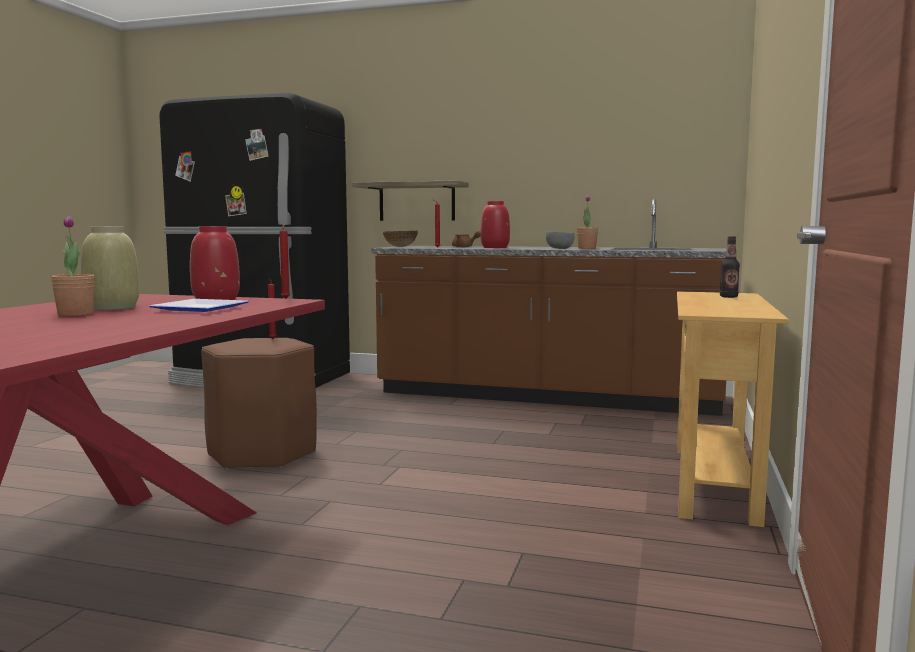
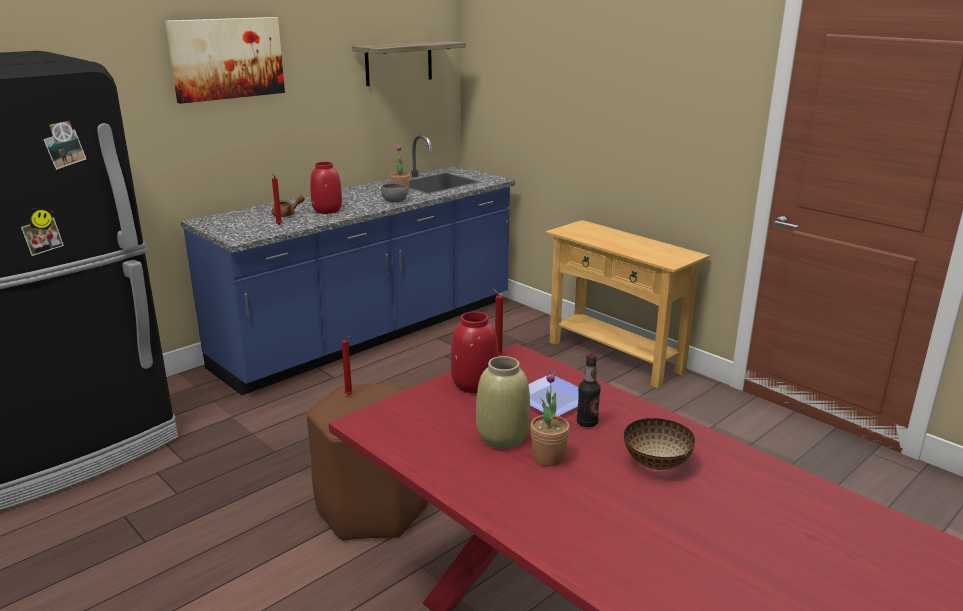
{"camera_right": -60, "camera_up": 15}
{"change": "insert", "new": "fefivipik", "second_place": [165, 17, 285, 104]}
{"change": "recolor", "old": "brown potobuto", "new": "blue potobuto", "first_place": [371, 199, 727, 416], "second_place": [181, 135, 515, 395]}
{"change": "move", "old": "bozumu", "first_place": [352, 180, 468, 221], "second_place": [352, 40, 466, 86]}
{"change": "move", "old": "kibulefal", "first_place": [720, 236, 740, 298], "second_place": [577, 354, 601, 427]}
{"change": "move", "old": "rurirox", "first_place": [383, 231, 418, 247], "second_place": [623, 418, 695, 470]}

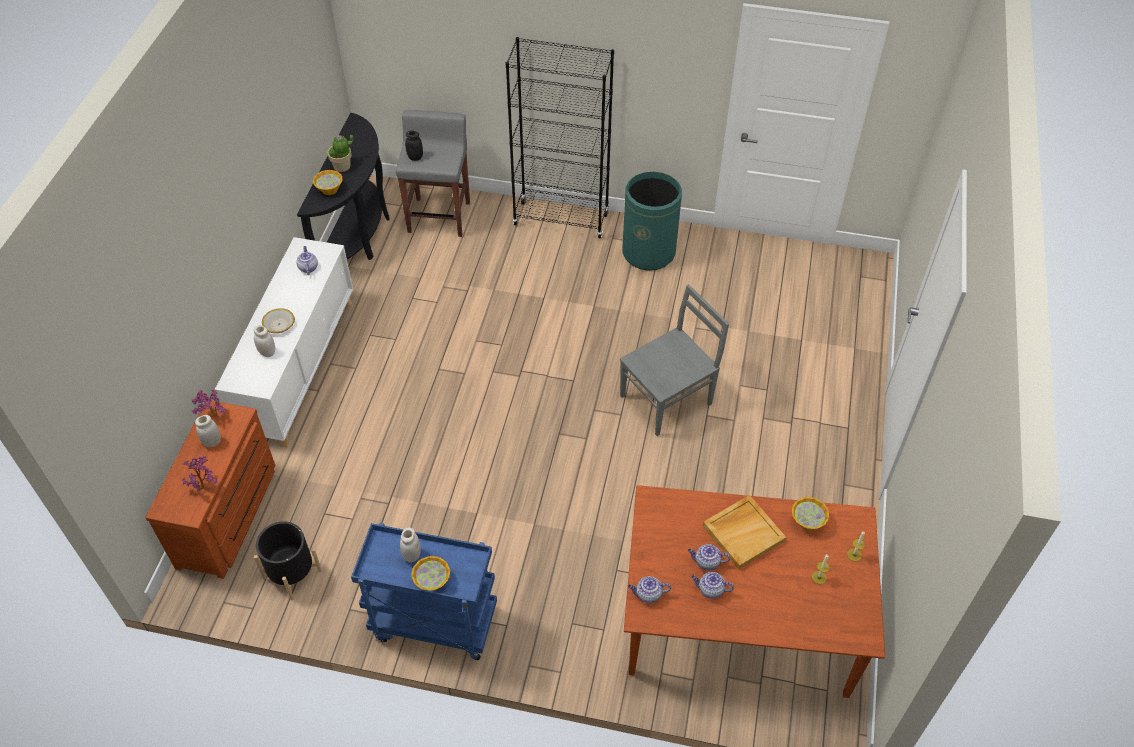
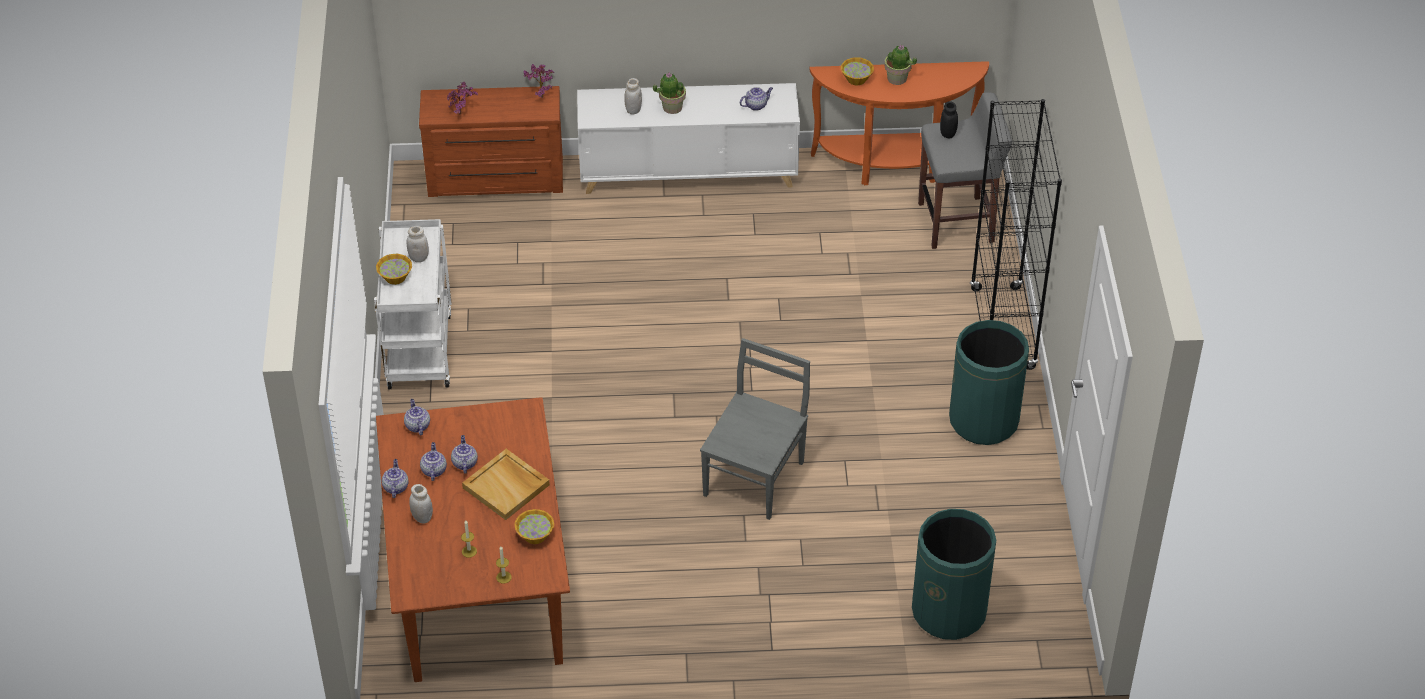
{"camera_right": 75, "camera_up": -5}
{"change": "recolor", "old": "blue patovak", "new": "white patovak", "first_place": [351, 523, 497, 660], "second_place": [374, 219, 451, 389]}
{"change": "insert", "new": "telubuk", "second_place": [382, 459, 408, 498]}
{"change": "move", "old": "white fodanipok", "first_place": [195, 415, 221, 447], "second_place": [409, 484, 433, 523]}
{"change": "replace", "old": "rurirox", "new": "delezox", "first_place": [262, 308, 295, 333], "second_place": [653, 73, 686, 114]}
{"change": "rotate", "old": "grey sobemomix", "first_place": [620, 285, 729, 436], "second_place": [700, 338, 810, 520], "degrees": -105}
{"change": "recolor", "old": "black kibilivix", "new": "orange kibilivix", "first_place": [297, 113, 390, 260], "second_place": [810, 61, 989, 185]}
{"change": "insert", "new": "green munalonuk", "second_place": [912, 509, 996, 640]}
{"change": "delete", "old": "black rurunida", "first_place": [254, 521, 322, 600]}

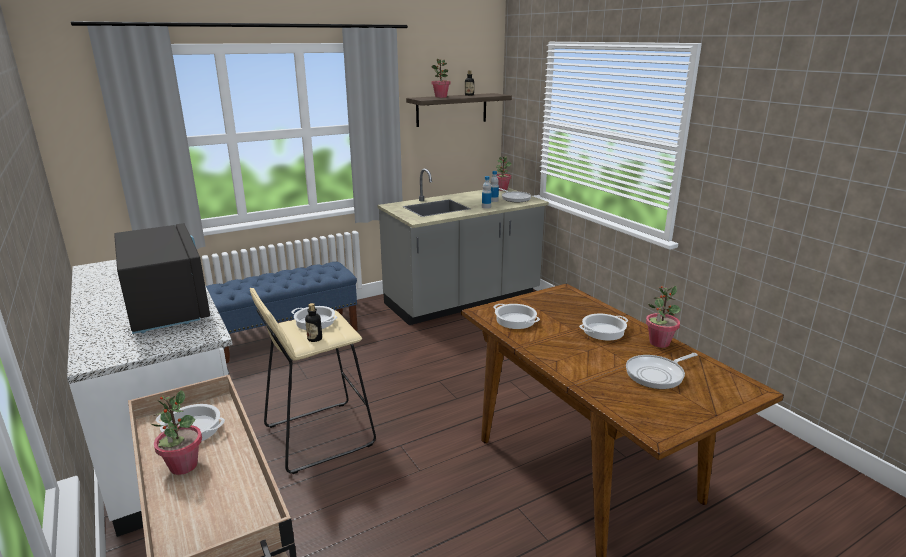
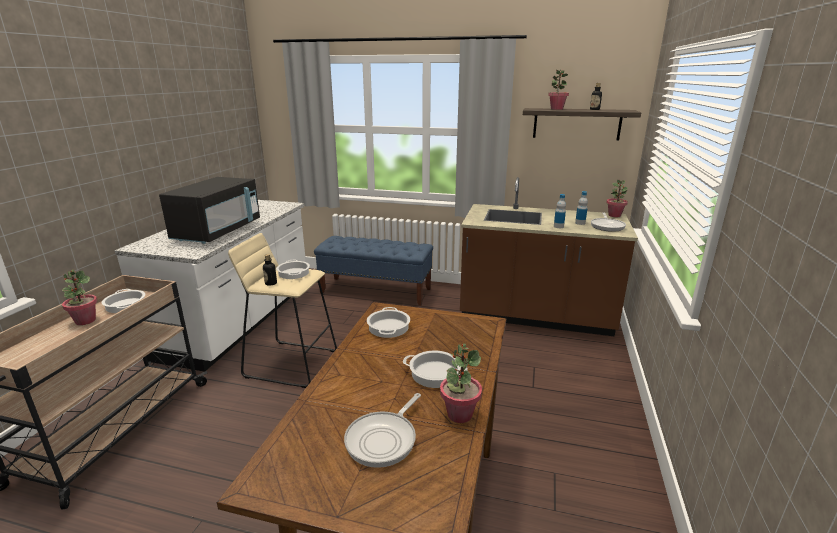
{"camera_right": 45, "camera_up": 0}
{"change": "rotate", "old": "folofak", "first_place": [626, 353, 698, 389], "second_place": [344, 393, 421, 468], "degrees": -75}
{"change": "recolor", "old": "grey potobuto", "new": "brown potobuto", "first_place": [378, 168, 549, 325], "second_place": [460, 177, 638, 336]}

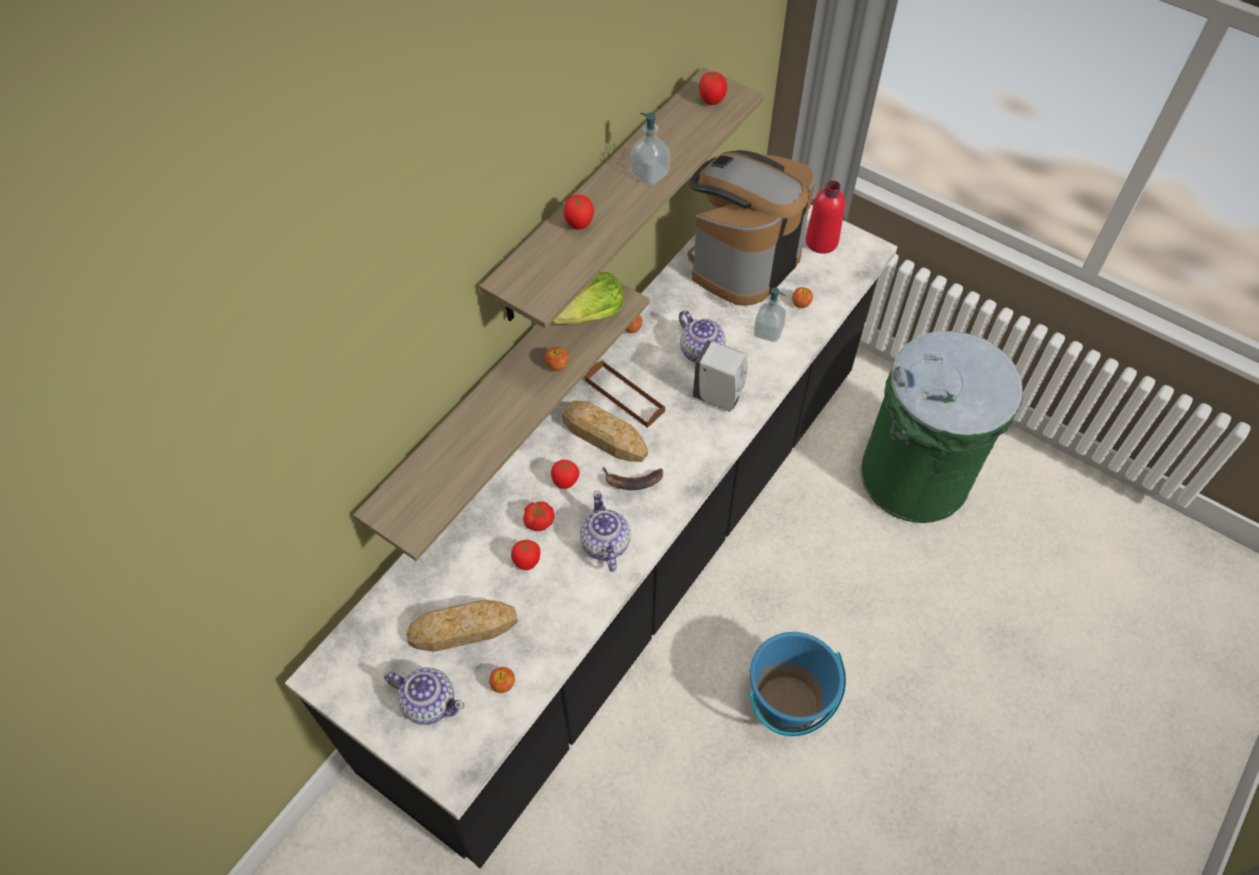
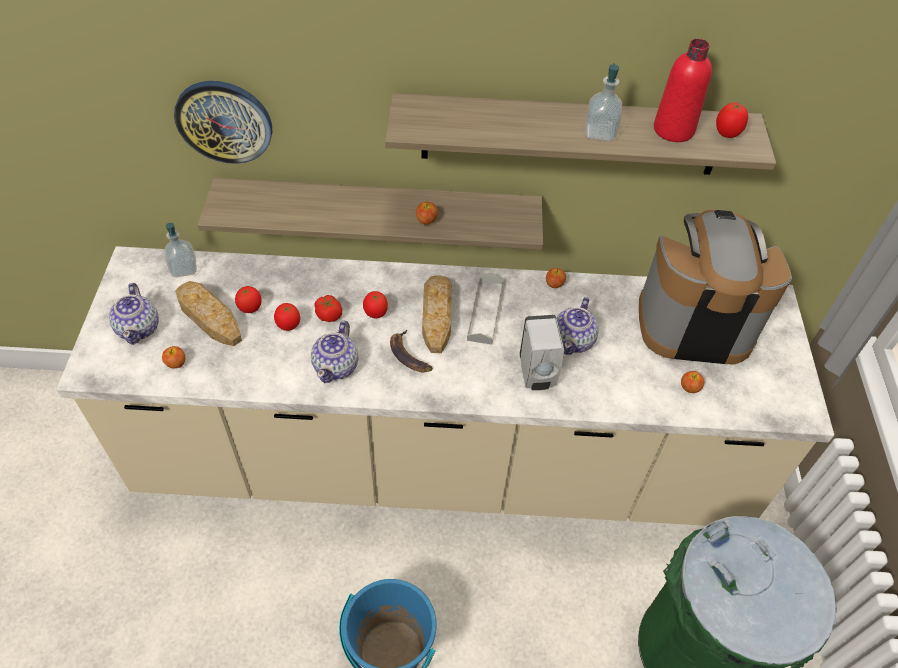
{"camera_right": 55, "camera_up": -5}
{"change": "recolor", "old": "black potobuto", "new": "beige potobuto", "first_place": [285, 205, 897, 868], "second_place": [56, 246, 834, 526]}
{"change": "move", "old": "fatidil", "first_place": [754, 287, 786, 342], "second_place": [165, 223, 197, 277]}
{"change": "insert", "new": "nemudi", "second_place": [174, 81, 272, 164]}
{"change": "move", "old": "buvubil", "first_place": [564, 195, 594, 230], "second_place": [235, 286, 262, 313]}
{"change": "rotate", "old": "telubuk", "first_place": [580, 490, 630, 572], "second_place": [311, 321, 358, 383], "degrees": 150}
{"change": "recolor", "old": "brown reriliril", "new": "grey reriliril", "first_place": [585, 360, 665, 428], "second_place": [467, 273, 504, 345]}
{"change": "move", "old": "red kibulefal", "first_place": [805, 180, 845, 254], "second_place": [654, 39, 712, 142]}
{"change": "delete", "old": "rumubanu", "first_place": [553, 272, 624, 324]}

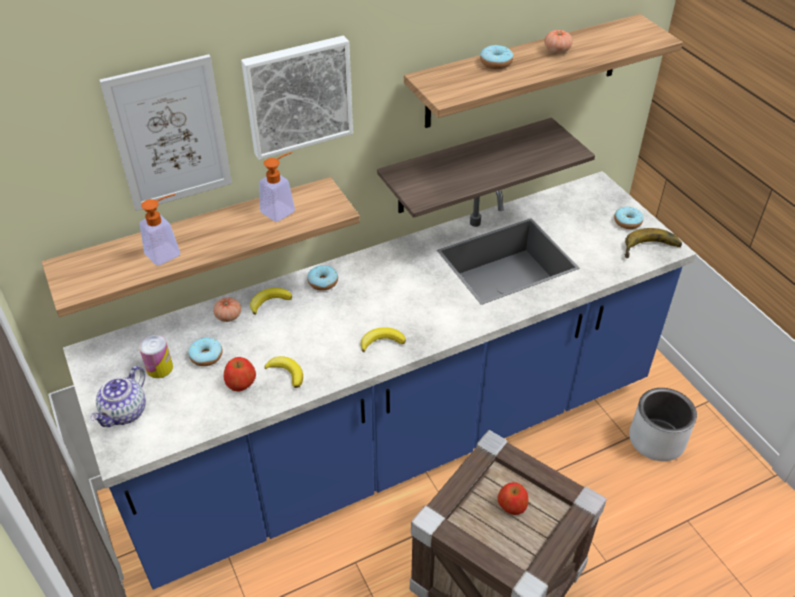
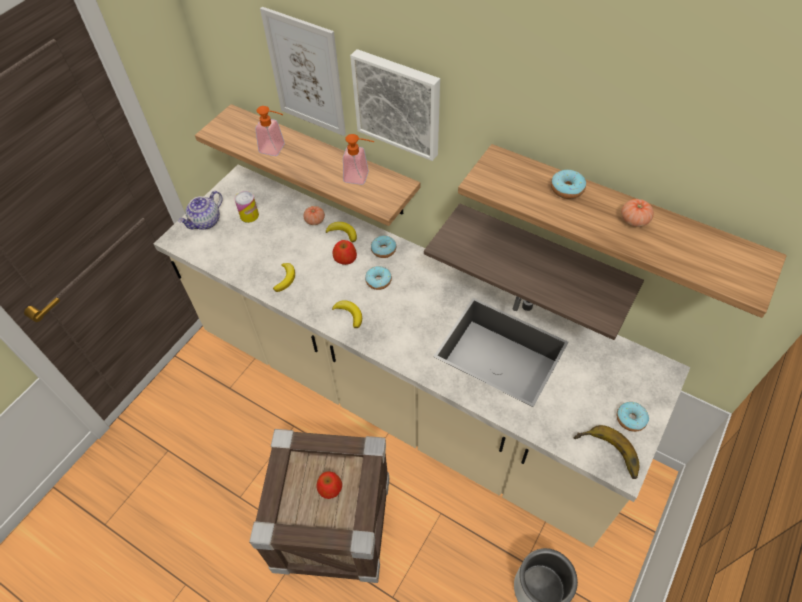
{"camera_right": 60, "camera_up": 10}
{"change": "recolor", "old": "blue potobuto", "new": "beige potobuto", "first_place": [63, 171, 697, 590], "second_place": [153, 165, 691, 548]}
{"change": "rotate", "old": "telubuk", "first_place": [91, 366, 146, 427], "second_place": [178, 191, 223, 230], "degrees": -45}
{"change": "move", "old": "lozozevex", "first_place": [224, 357, 256, 391], "second_place": [333, 240, 357, 265]}
{"change": "move", "old": "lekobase", "first_place": [188, 337, 223, 366], "second_place": [365, 266, 392, 290]}

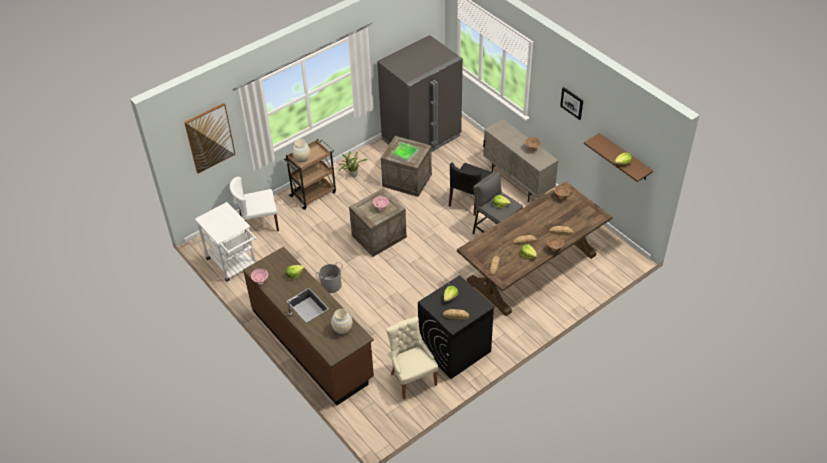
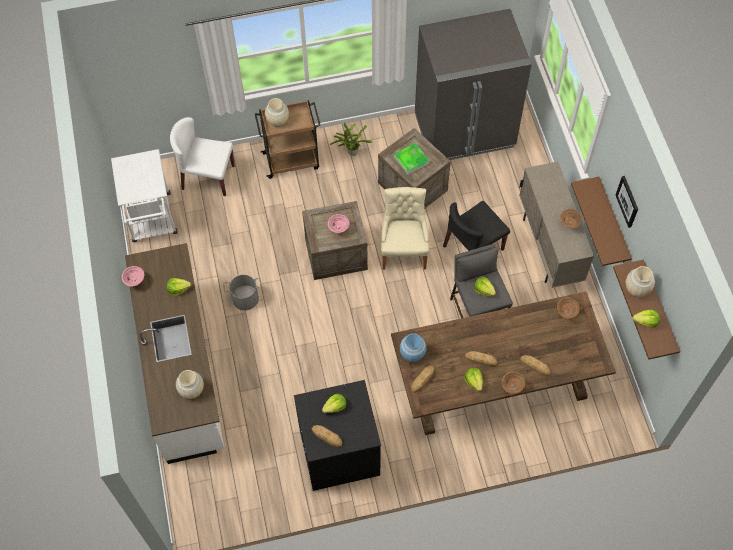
{"camera_right": 25, "camera_up": 15}
{"change": "recolor", "old": "brown potobuto", "new": "white potobuto", "first_place": [243, 247, 374, 405], "second_place": [125, 243, 224, 464]}
{"change": "move", "old": "beige sobemomix", "first_place": [386, 317, 438, 399], "second_place": [381, 187, 429, 270]}
{"change": "insert", "new": "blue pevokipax", "second_place": [400, 334, 426, 362]}
{"change": "insert", "new": "brown bozumu", "second_place": [571, 177, 632, 266]}
{"change": "insert", "new": "beige pevokipax", "second_place": [625, 266, 655, 297]}
{"change": "delete", "old": "fefivipik", "first_place": [184, 103, 236, 173]}

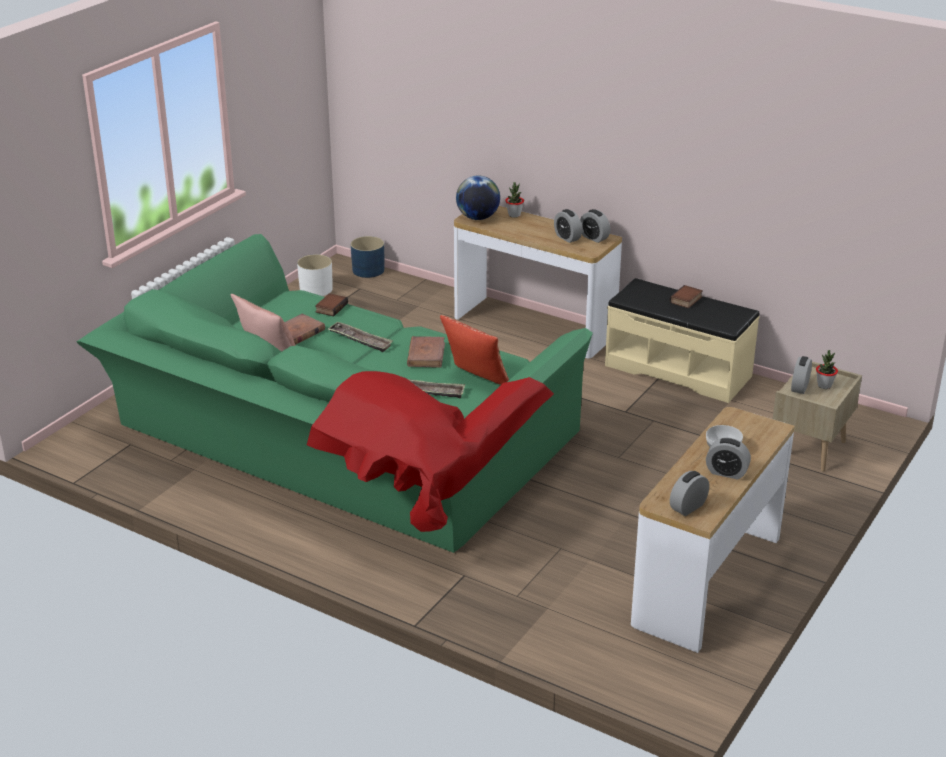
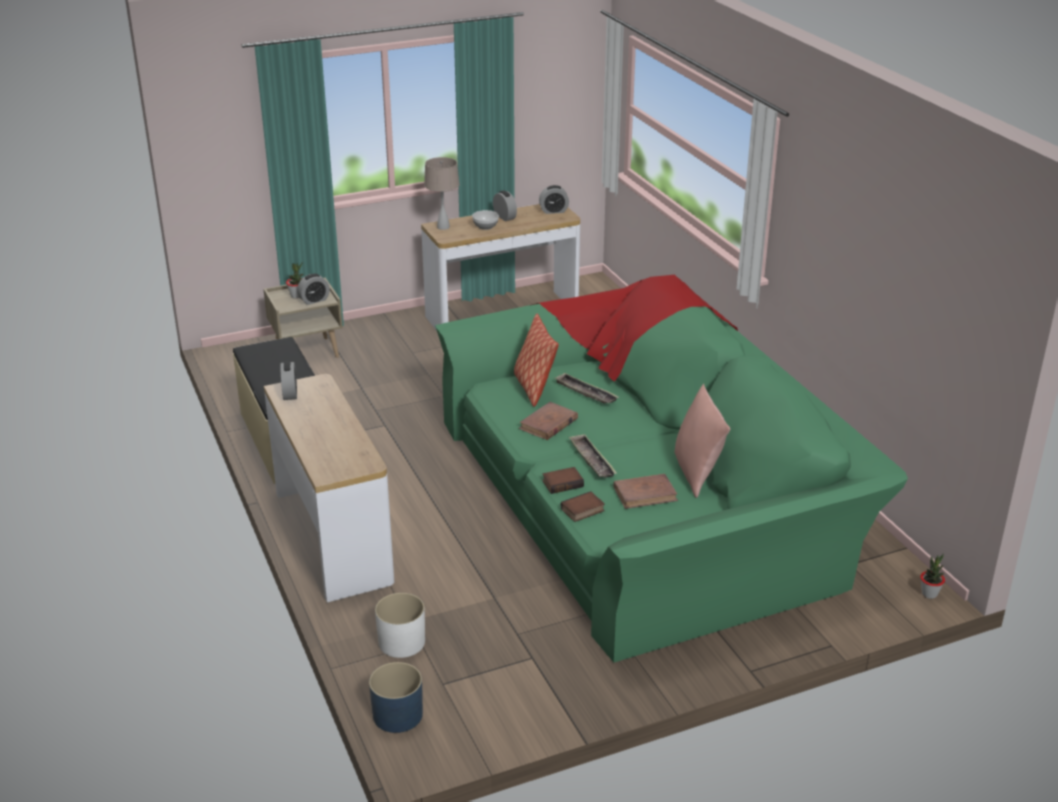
{"camera_right": -145, "camera_up": 0}
{"change": "move", "old": "white rurunida", "first_place": [297, 254, 333, 296], "second_place": [375, 593, 425, 658]}
{"change": "insert", "new": "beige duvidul", "second_place": [424, 157, 460, 230]}
{"change": "move", "old": "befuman", "first_place": [670, 285, 703, 308], "second_place": [542, 467, 584, 494]}
{"change": "move", "old": "delezox", "first_place": [505, 182, 524, 218], "second_place": [920, 553, 945, 599]}
{"change": "delete", "old": "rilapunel", "first_place": [456, 176, 500, 220]}
{"change": "delete", "old": "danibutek", "first_place": [554, 209, 582, 243]}

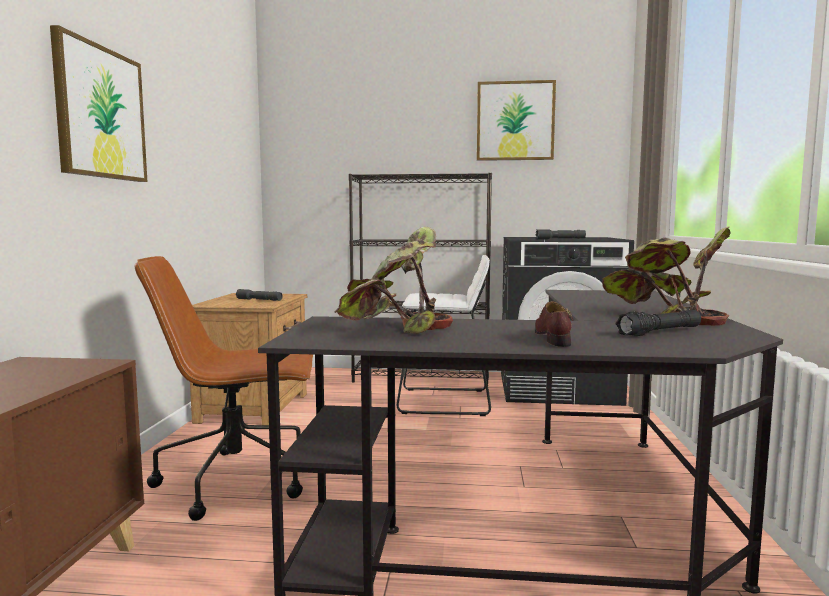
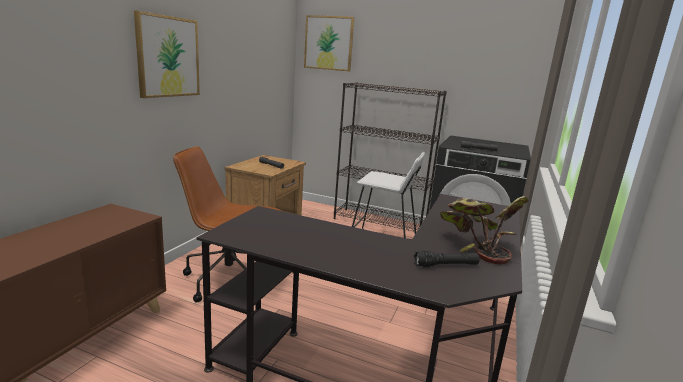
{"camera_right": 15, "camera_up": 10}
{"change": "move", "old": "fefivipik", "first_place": [477, 80, 556, 161], "second_place": [304, 15, 355, 71]}
{"change": "delete", "old": "delezox", "first_place": [334, 227, 453, 334]}
{"change": "delete", "old": "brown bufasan", "first_place": [535, 301, 573, 347]}

